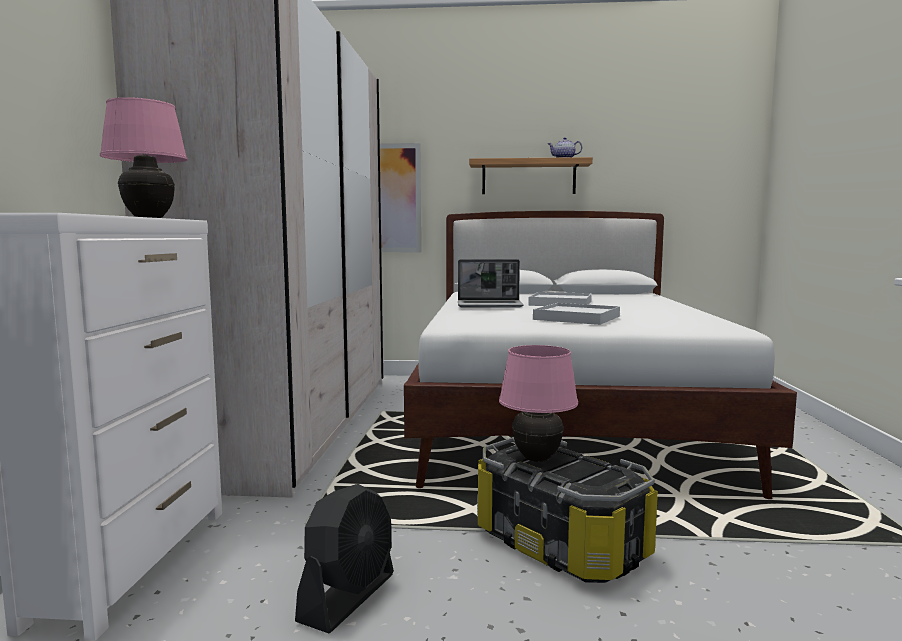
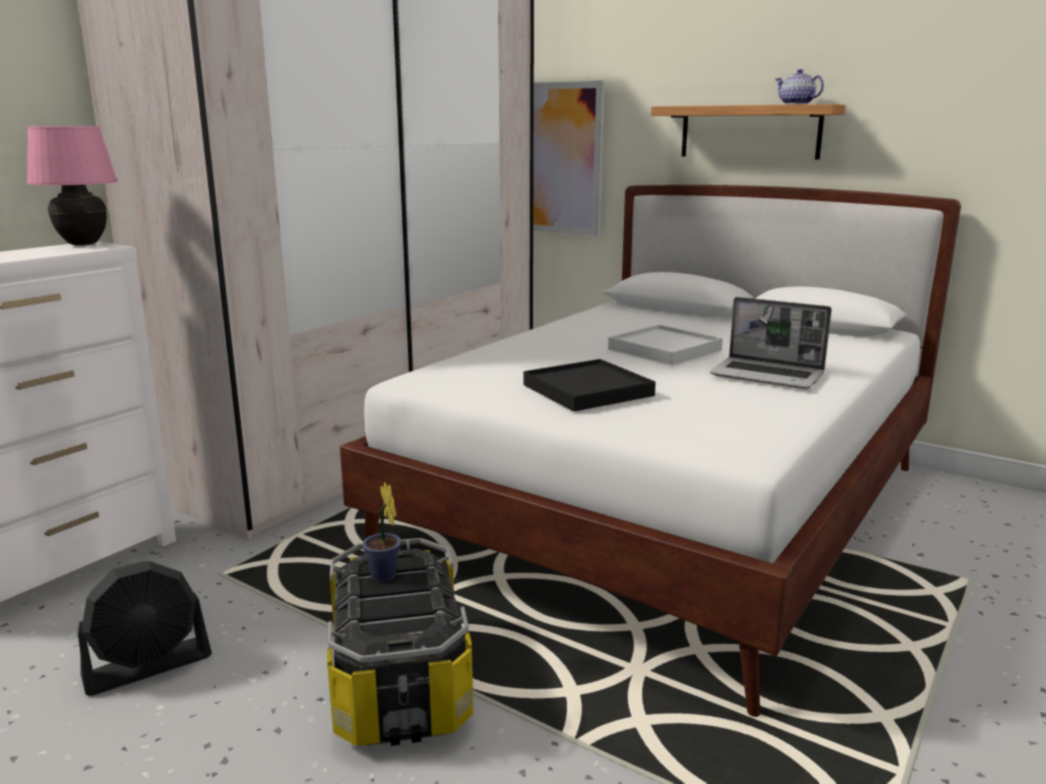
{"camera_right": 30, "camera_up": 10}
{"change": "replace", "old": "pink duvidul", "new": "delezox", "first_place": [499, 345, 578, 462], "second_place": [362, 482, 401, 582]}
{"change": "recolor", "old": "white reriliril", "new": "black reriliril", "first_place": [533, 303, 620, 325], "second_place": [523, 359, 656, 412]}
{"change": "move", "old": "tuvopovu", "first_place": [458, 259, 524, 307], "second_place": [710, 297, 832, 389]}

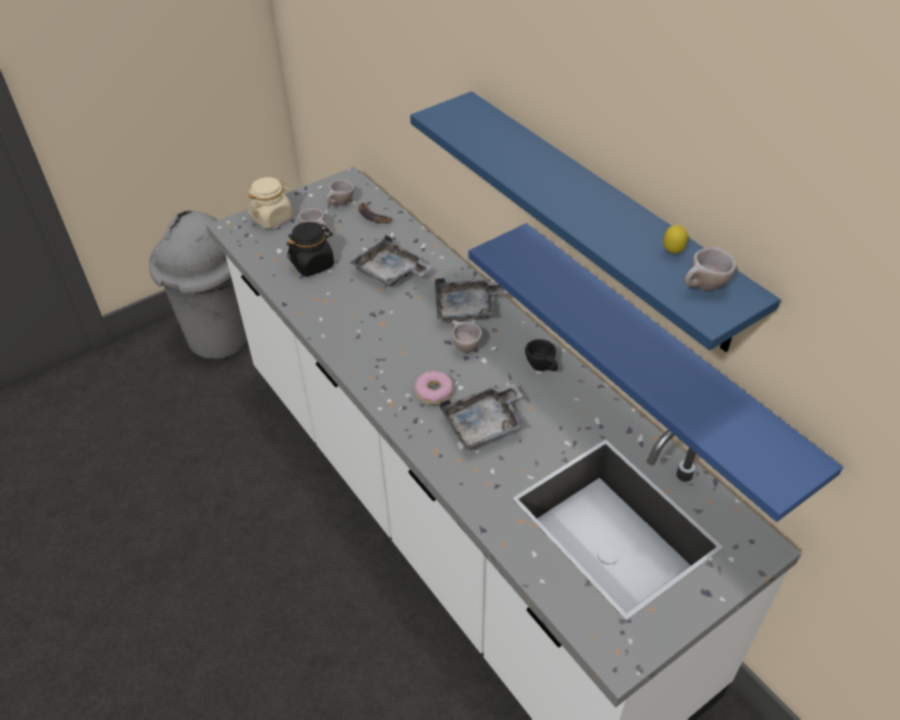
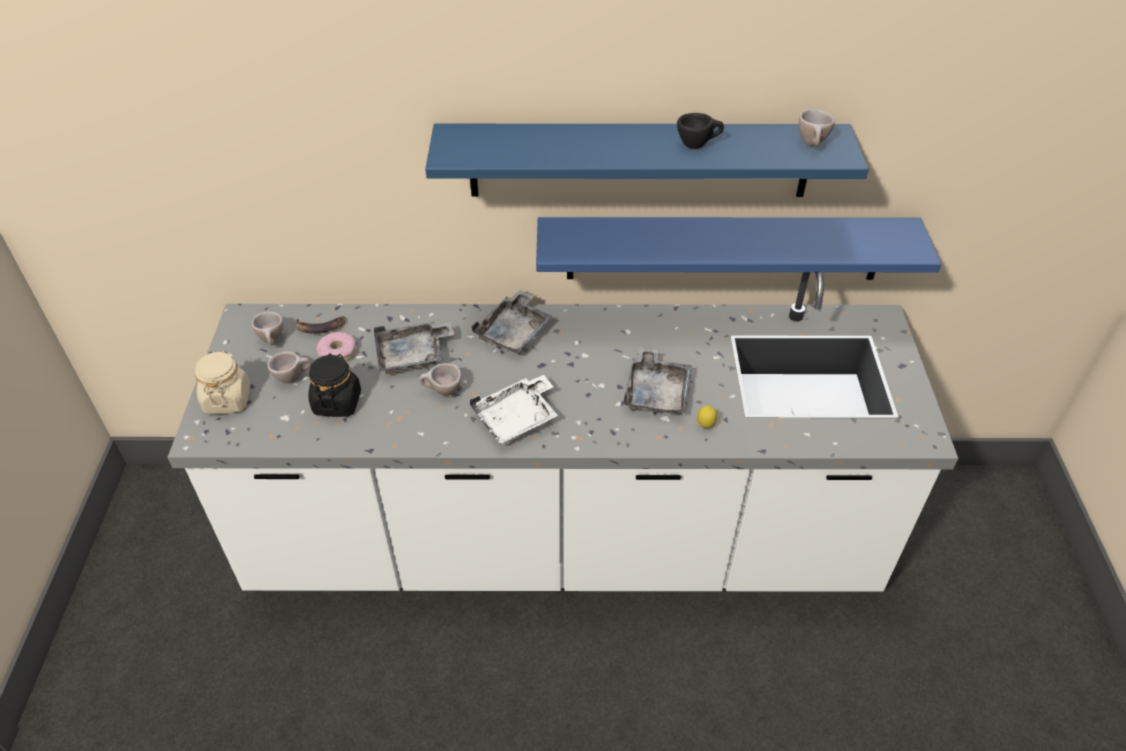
{"camera_right": -55, "camera_up": 0}
{"change": "move", "old": "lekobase", "first_place": [414, 371, 453, 405], "second_place": [316, 332, 357, 361]}
{"change": "move", "old": "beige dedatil", "first_place": [451, 320, 482, 353], "second_place": [419, 363, 462, 396]}
{"change": "insert", "new": "white reriliril", "second_place": [470, 375, 558, 445]}
{"change": "move", "old": "black dedatil", "first_place": [525, 339, 558, 371], "second_place": [677, 113, 724, 149]}
{"change": "move", "old": "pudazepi", "first_place": [663, 225, 688, 253], "second_place": [697, 406, 717, 428]}
{"change": "delete", "old": "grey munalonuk", "first_place": [149, 210, 248, 359]}

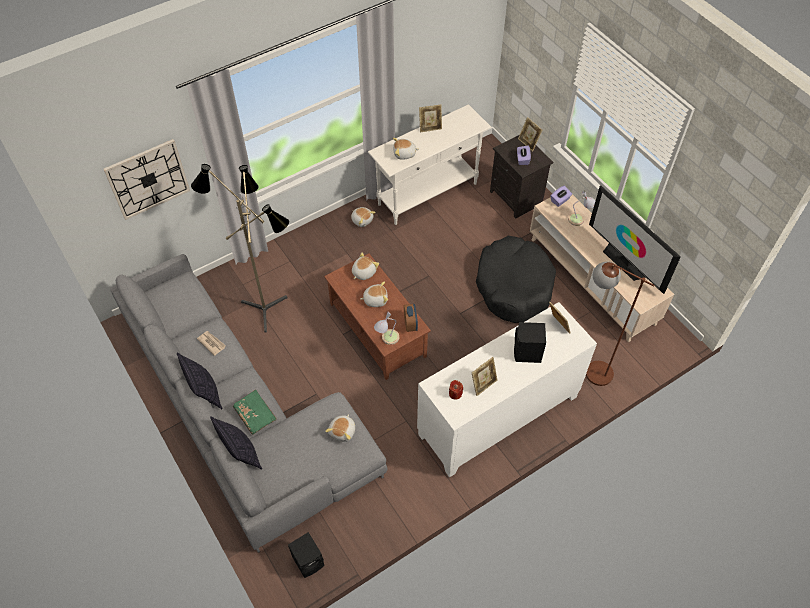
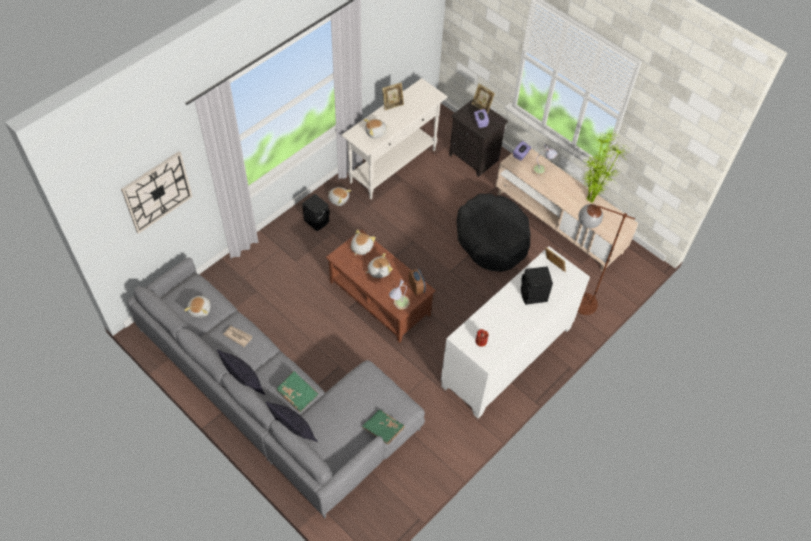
{"camera_right": -15, "camera_up": 0}
{"change": "move", "old": "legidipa", "first_place": [325, 414, 355, 442], "second_place": [184, 295, 211, 318]}
{"change": "move", "old": "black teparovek", "first_place": [288, 532, 324, 578], "second_place": [302, 194, 330, 231]}
{"change": "insert", "new": "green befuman", "second_place": [362, 410, 405, 445]}
{"change": "replace", "old": "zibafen", "new": "delezox", "first_place": [589, 185, 681, 294], "second_place": [582, 130, 629, 203]}
{"change": "delete", "old": "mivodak", "first_place": [191, 164, 289, 332]}
{"change": "delete", "old": "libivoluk", "first_place": [472, 357, 497, 396]}

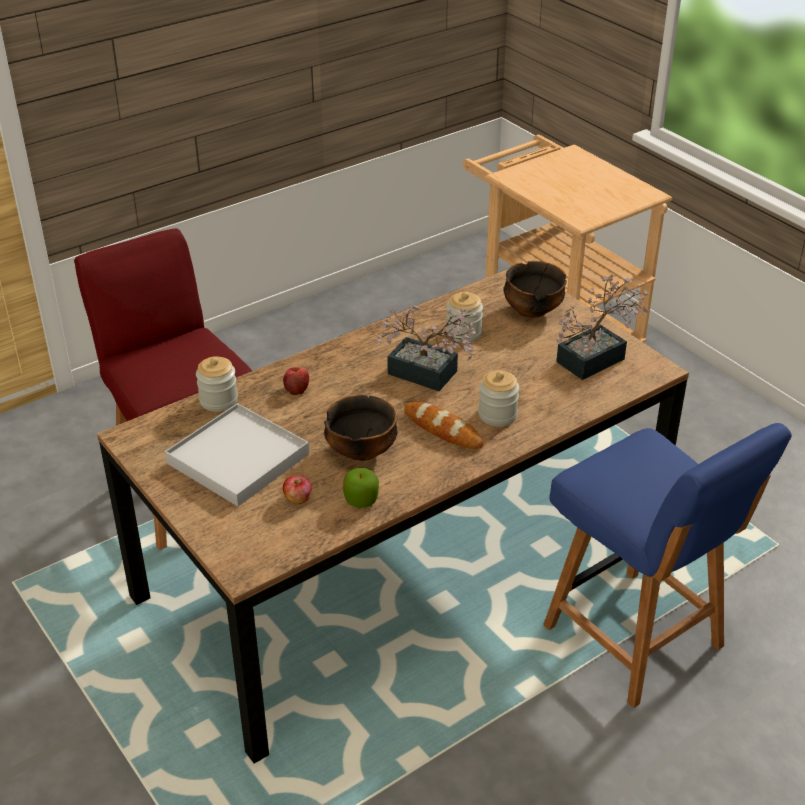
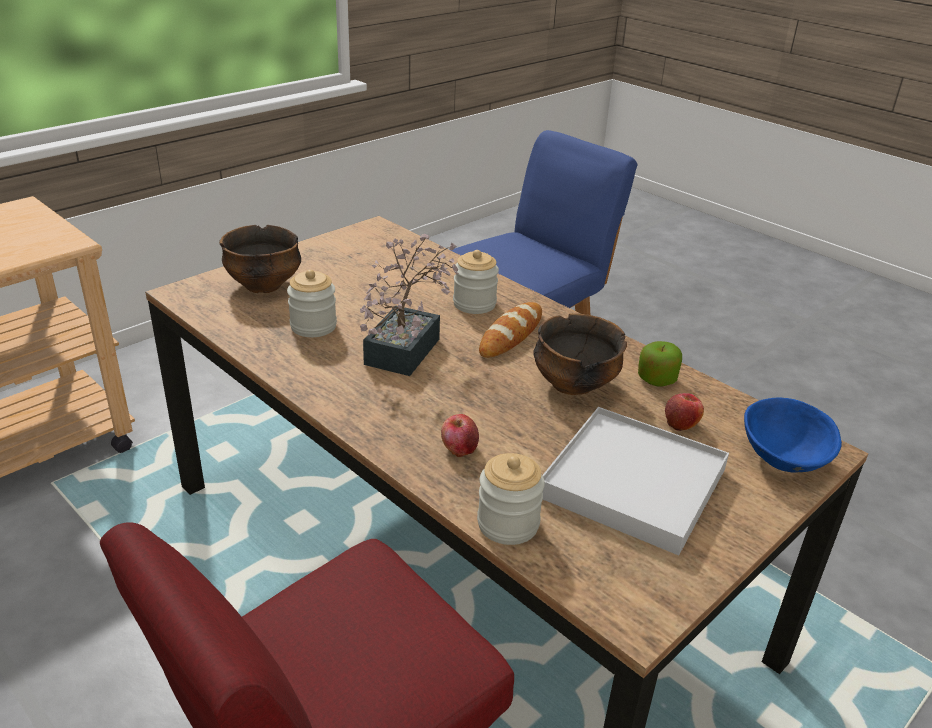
{"camera_right": -100, "camera_up": -5}
{"change": "insert", "new": "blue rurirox", "second_place": [744, 397, 842, 473]}
{"change": "delete", "old": "delezox", "first_place": [556, 275, 648, 380]}

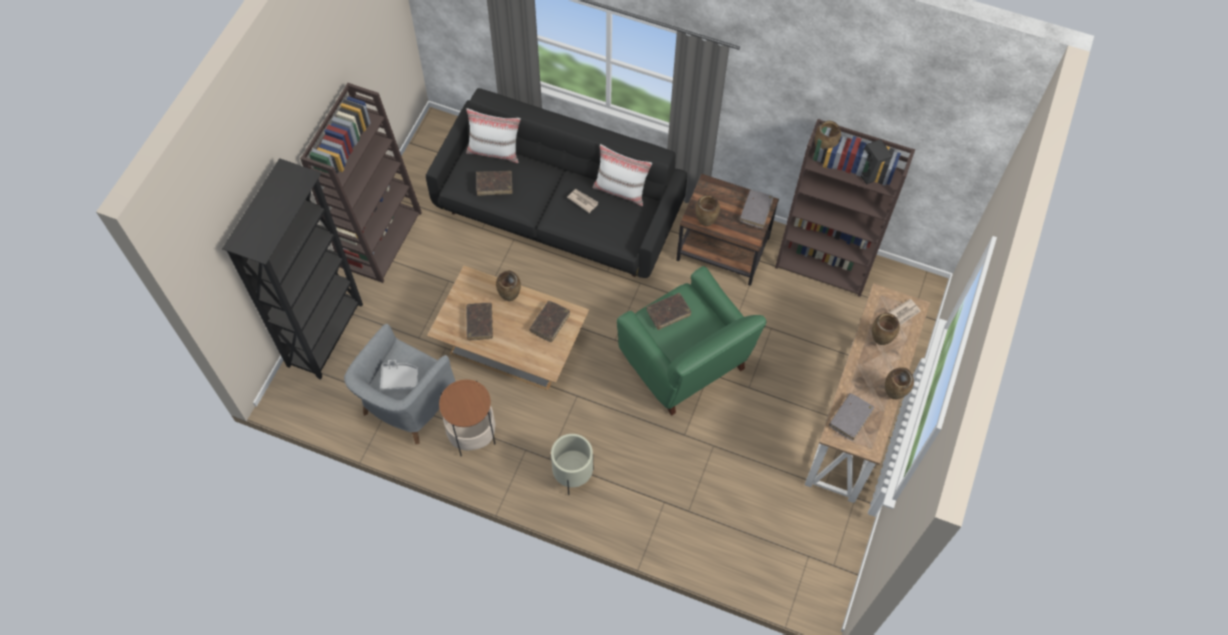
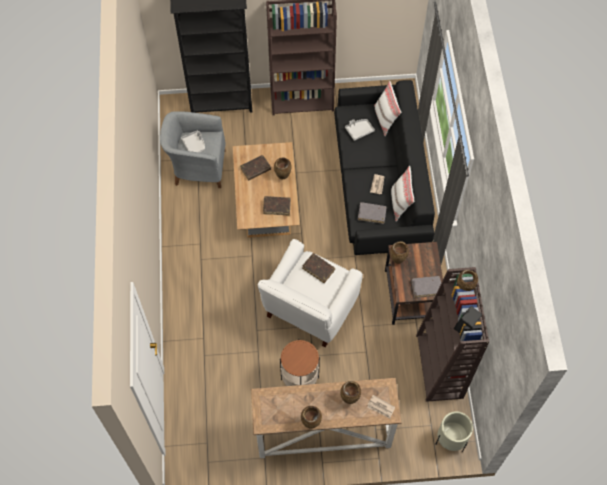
{"camera_right": 65, "camera_up": 0}
{"change": "recolor", "old": "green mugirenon", "new": "white mugirenon", "first_place": [617, 266, 766, 416], "second_place": [258, 239, 363, 347]}
{"change": "move", "old": "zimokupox", "first_place": [439, 379, 496, 457], "second_place": [280, 340, 320, 386]}
{"change": "replace", "old": "brown befuman", "new": "grey reriliril", "first_place": [476, 171, 513, 196], "second_place": [345, 119, 375, 141]}
{"change": "move", "old": "grey befuman", "first_place": [829, 393, 874, 441], "second_place": [358, 202, 387, 224]}
{"change": "move", "old": "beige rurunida", "first_place": [551, 434, 593, 495], "second_place": [436, 411, 473, 452]}

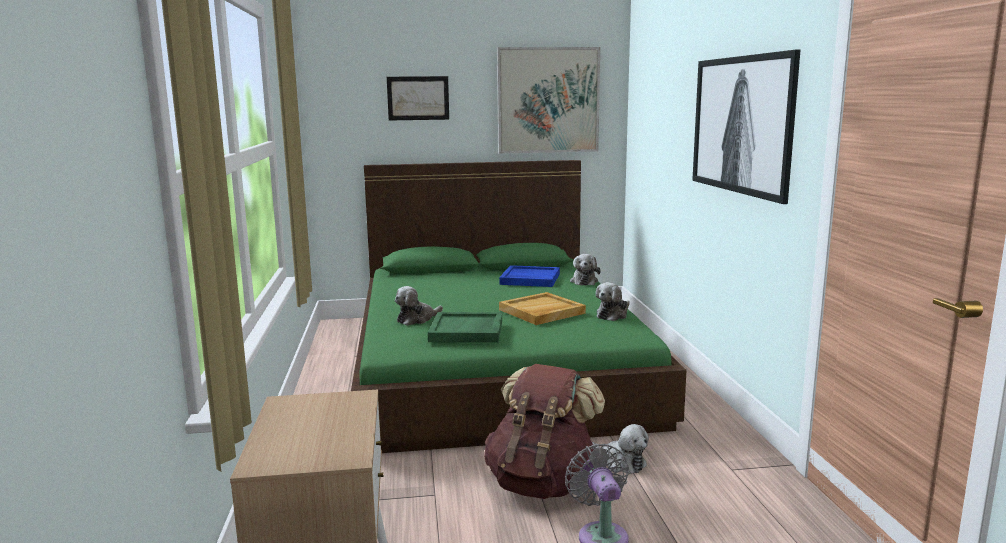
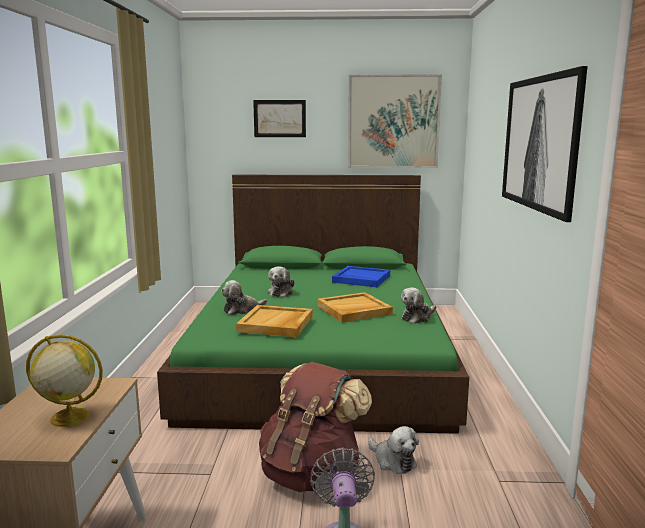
{"camera_right": 10, "camera_up": 0}
{"change": "insert", "new": "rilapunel", "second_place": [26, 334, 103, 427]}
{"change": "recolor", "old": "green reriliril", "new": "beige reriliril", "first_place": [428, 312, 502, 343], "second_place": [236, 305, 313, 337]}
{"change": "move", "old": "legidipa", "first_place": [570, 254, 601, 285], "second_place": [268, 266, 295, 297]}

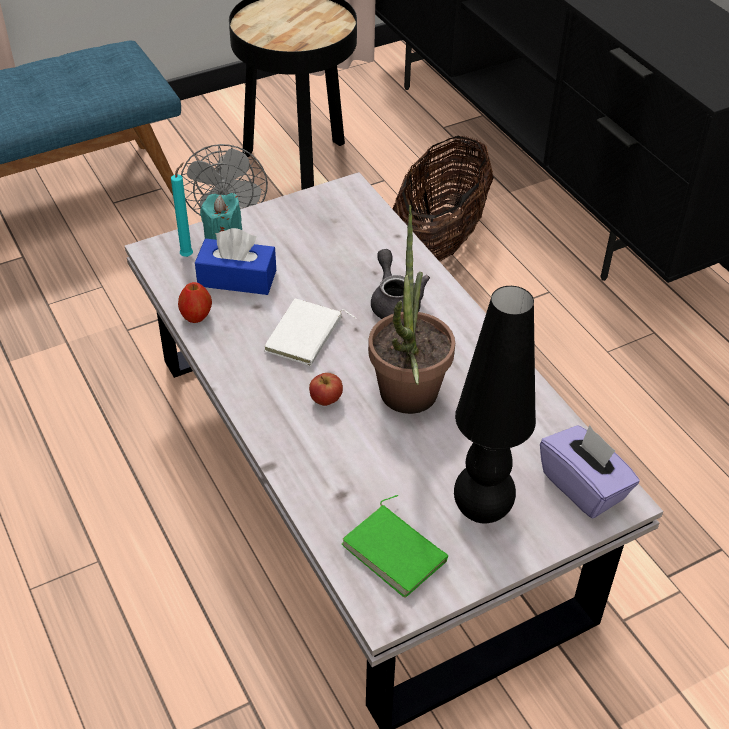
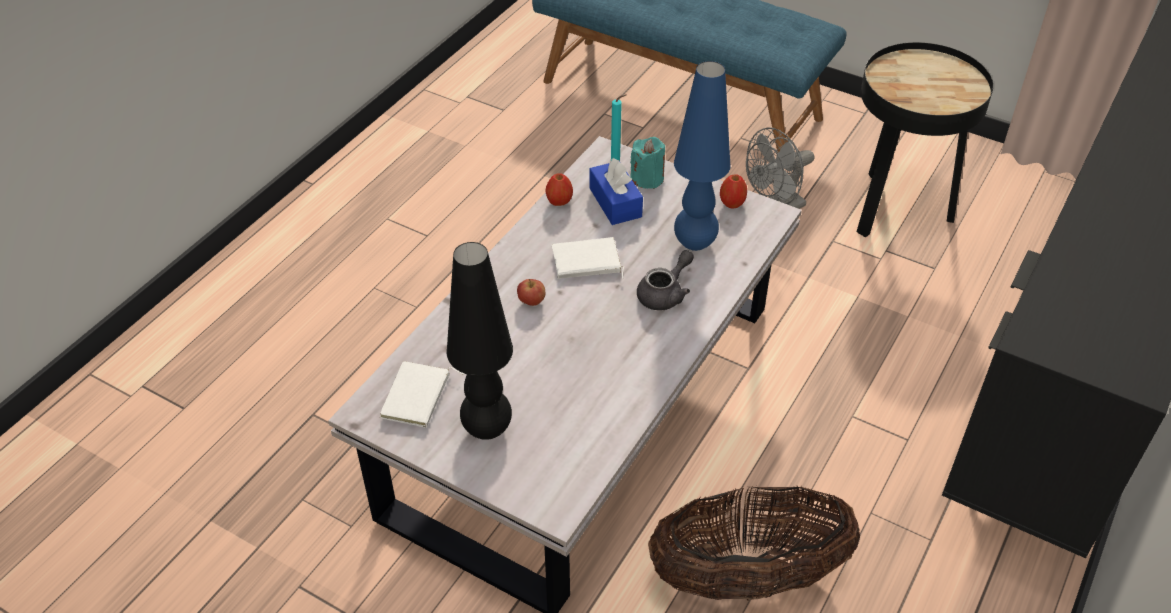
{"camera_right": 60, "camera_up": 0}
{"change": "recolor", "old": "green befuman", "new": "white befuman", "first_place": [341, 495, 448, 598], "second_place": [380, 361, 464, 428]}
{"change": "move", "old": "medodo", "first_place": [392, 136, 494, 262], "second_place": [648, 486, 860, 600]}
{"change": "insert", "new": "blue duvidul", "second_place": [674, 61, 731, 251]}
{"change": "insert", "new": "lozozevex", "second_place": [720, 174, 747, 209]}
{"change": "delete", "old": "delezox", "first_place": [368, 205, 455, 414]}
{"change": "delete", "old": "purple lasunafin", "first_place": [540, 425, 640, 518]}

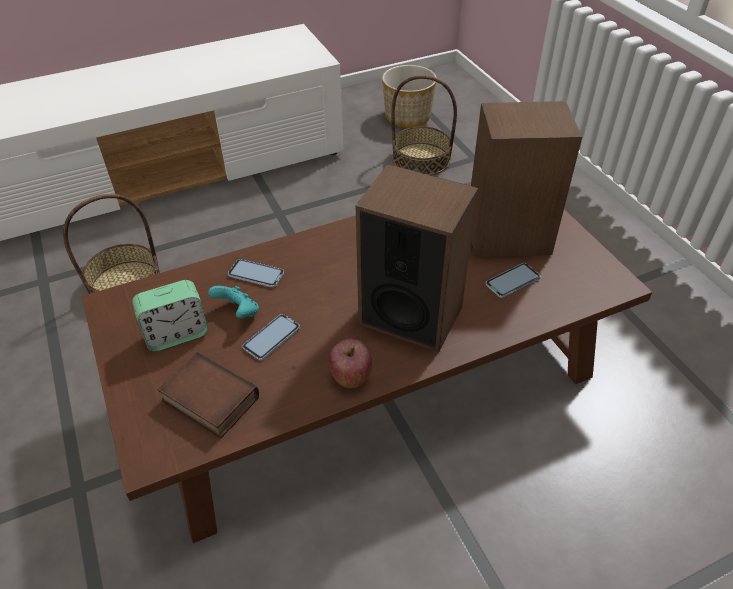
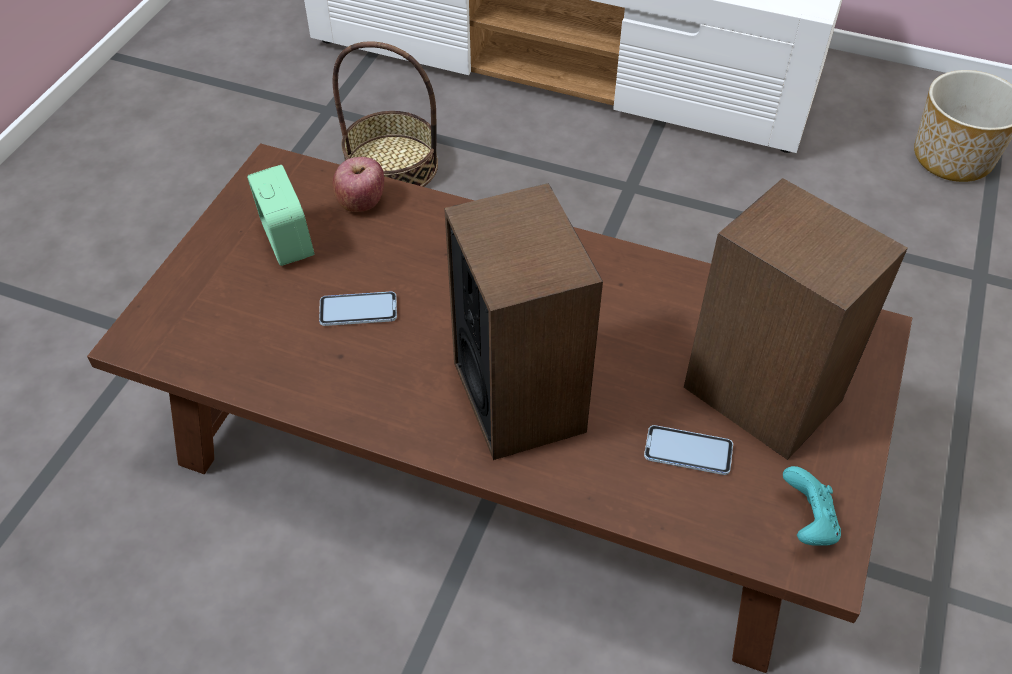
{"camera_right": 45, "camera_up": 5}
{"change": "rotate", "old": "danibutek", "first_place": [132, 280, 208, 351], "second_place": [247, 165, 314, 266], "degrees": -135}
{"change": "move", "old": "lozozevex", "first_place": [329, 338, 372, 388], "second_place": [333, 157, 384, 212]}
{"change": "move", "old": "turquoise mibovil", "first_place": [208, 286, 259, 318], "second_place": [783, 466, 841, 546]}
{"change": "delete", "old": "befuman", "first_place": [158, 352, 259, 438]}
{"change": "delete", "old": "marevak", "first_place": [228, 259, 284, 287]}
{"change": "delete", "old": "medodo", "first_place": [391, 75, 457, 176]}

